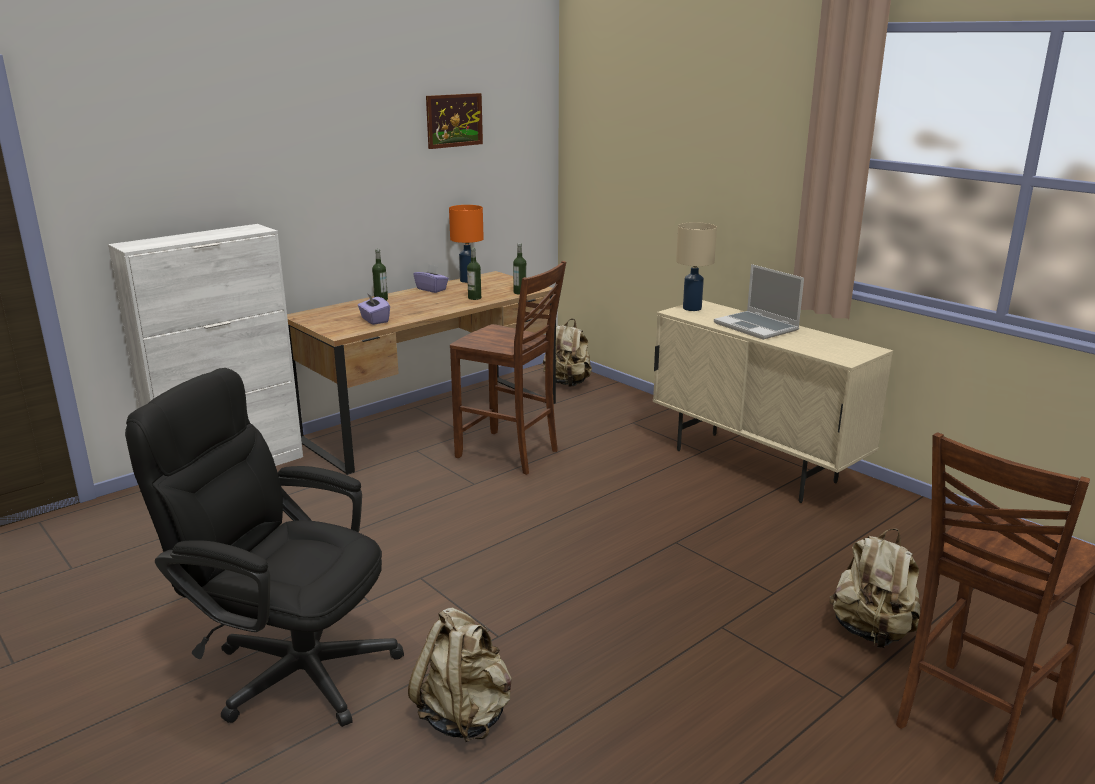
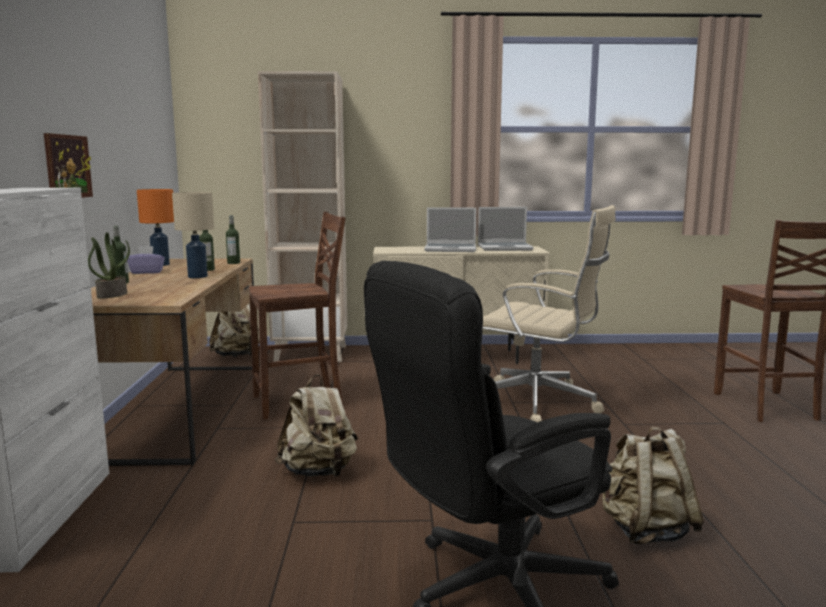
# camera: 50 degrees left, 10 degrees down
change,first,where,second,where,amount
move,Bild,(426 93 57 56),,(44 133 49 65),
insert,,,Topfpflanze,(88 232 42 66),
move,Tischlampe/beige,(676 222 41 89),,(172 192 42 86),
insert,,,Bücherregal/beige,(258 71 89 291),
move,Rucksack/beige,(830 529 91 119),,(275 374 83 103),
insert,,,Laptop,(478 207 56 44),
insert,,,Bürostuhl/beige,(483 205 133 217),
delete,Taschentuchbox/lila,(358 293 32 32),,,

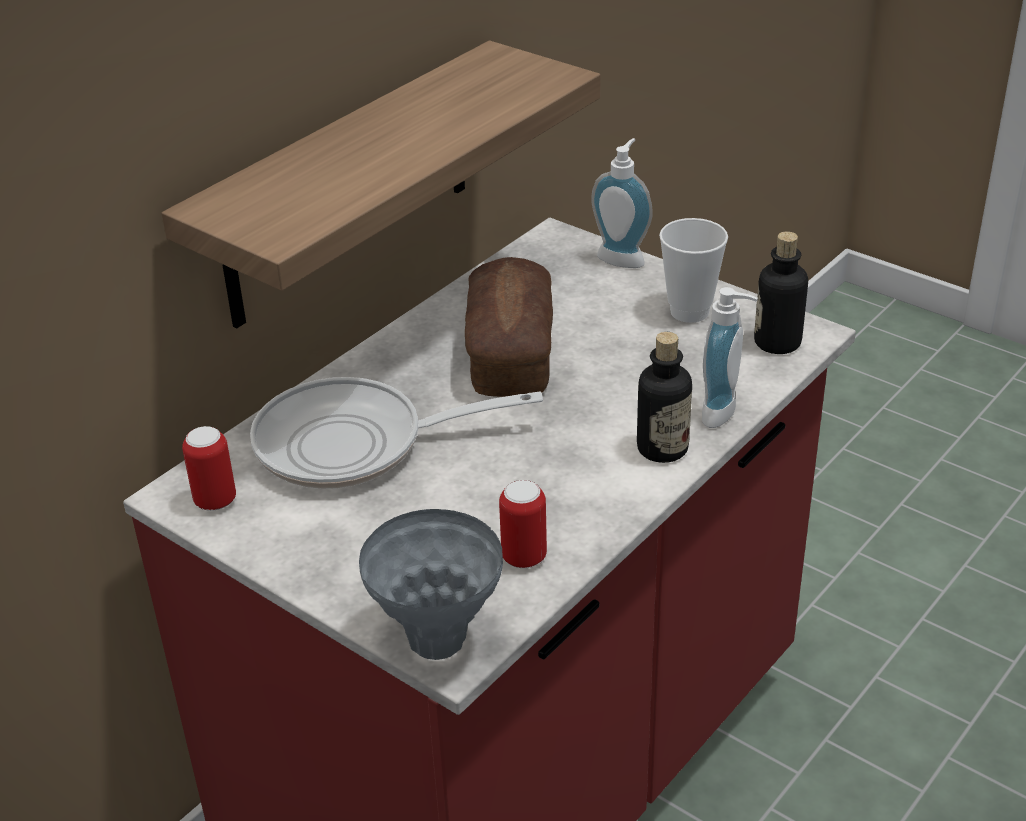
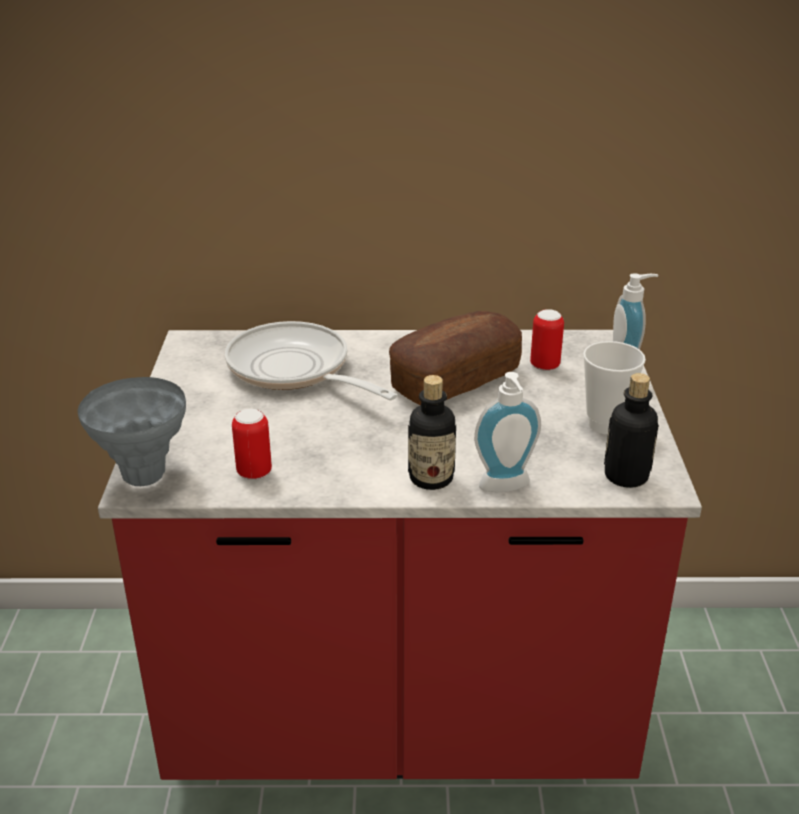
# camera: 50 degrees right, 5 degrees down
change,first,where,second,where,amount
move,Dose,(182 426 54 85),,(530 309 34 62),
delete,Wandregal,(162 41 439 288),,,

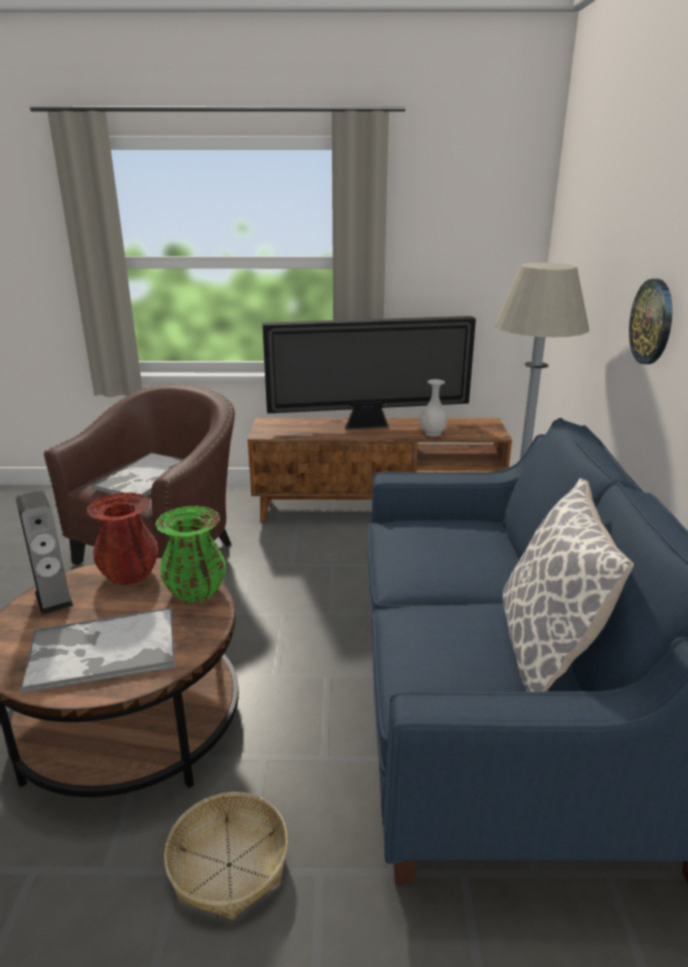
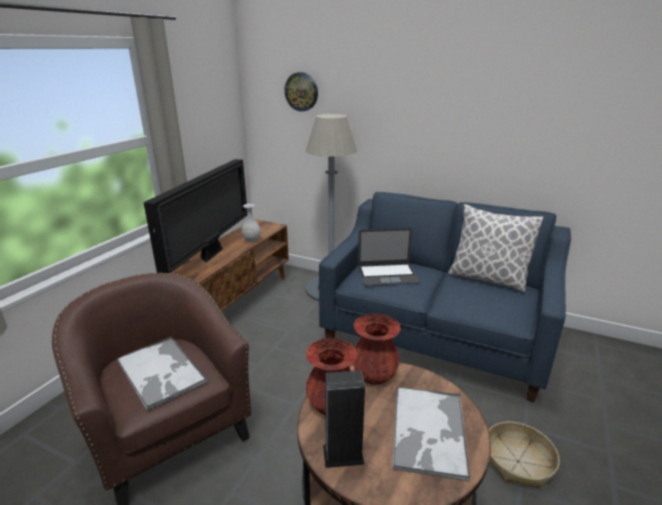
# camera: 65 degrees left, 0 degrees up
change,first,where,second,where,amount
move,Wanduhr,(629 279 43 85),,(284 72 34 40),
recolor,Vase/grün,(155 506 71 97),Vase/rot,(353 313 48 72),
insert,,,Laptop,(358 228 62 58),

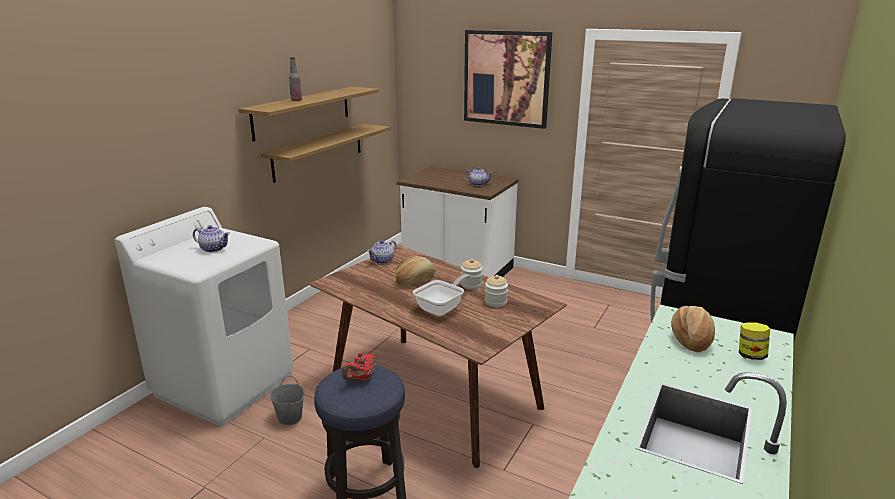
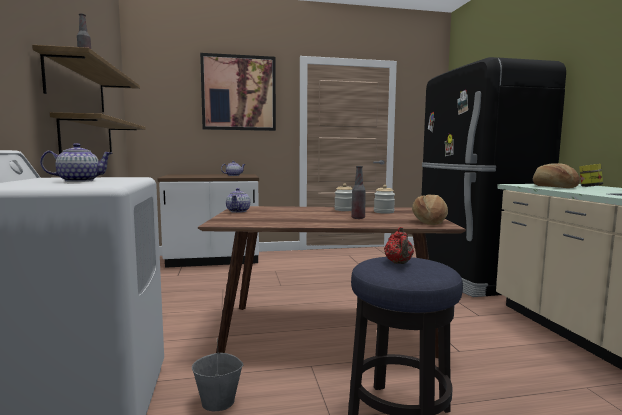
# camera: 40 degrees left, 15 degrees down
change,first,where,second,where,amount
replace,Pfanne,(413 274 58 42),Flasche,(351 166 15 53),
move,Brot,(396 256 39 30),,(412 195 36 30),

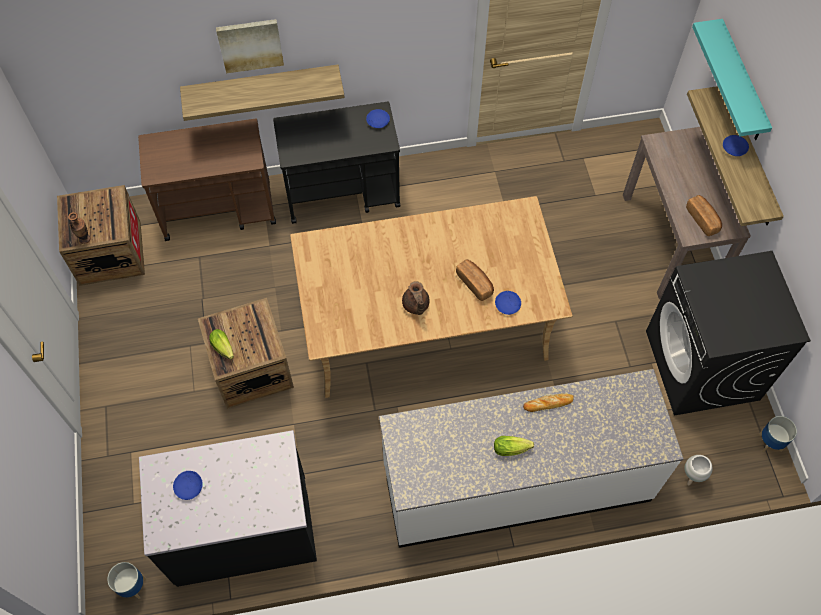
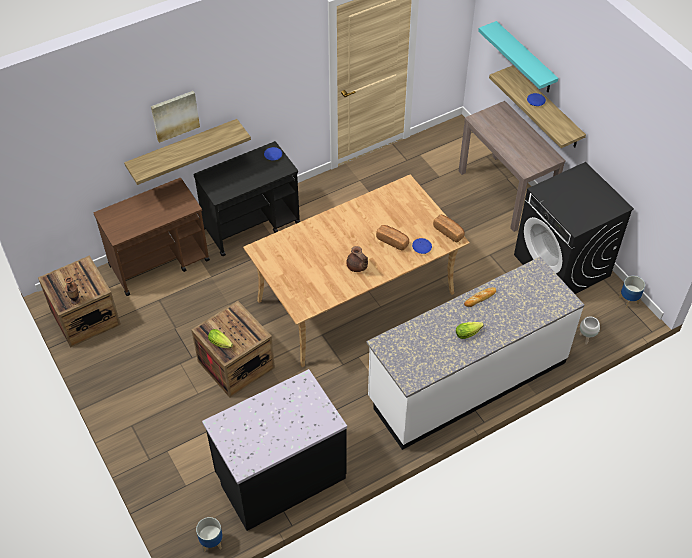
# camera: 20 degrees left, 10 degrees down
change,first,where,second,where,amount
move,Brot,(686 195 36 41),,(433 215 32 27),
delete,Teller/blau,(173 471 30 29),,,

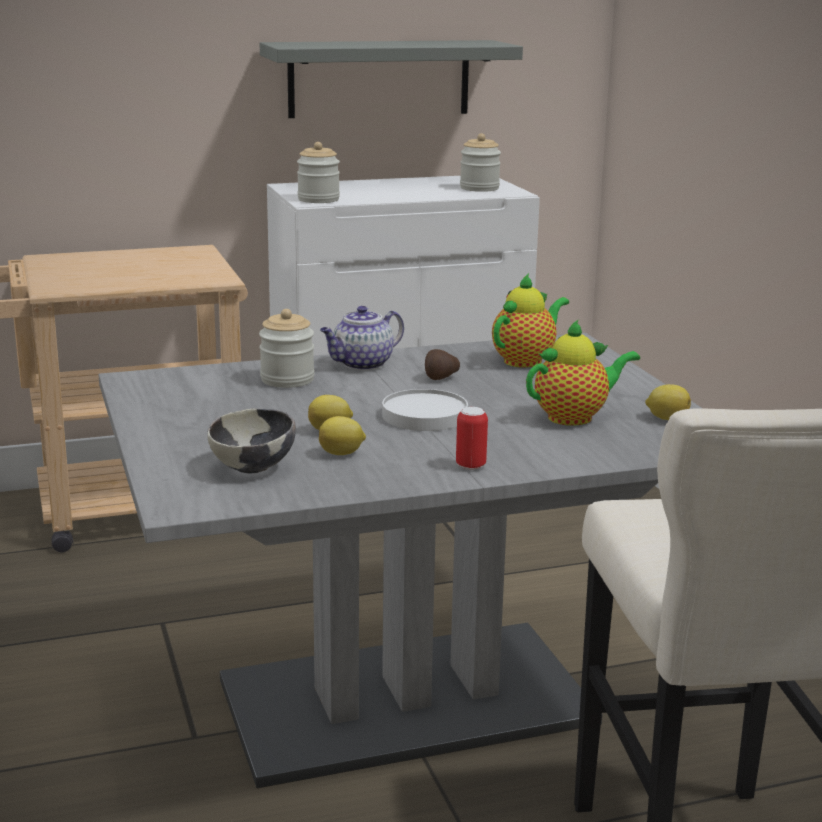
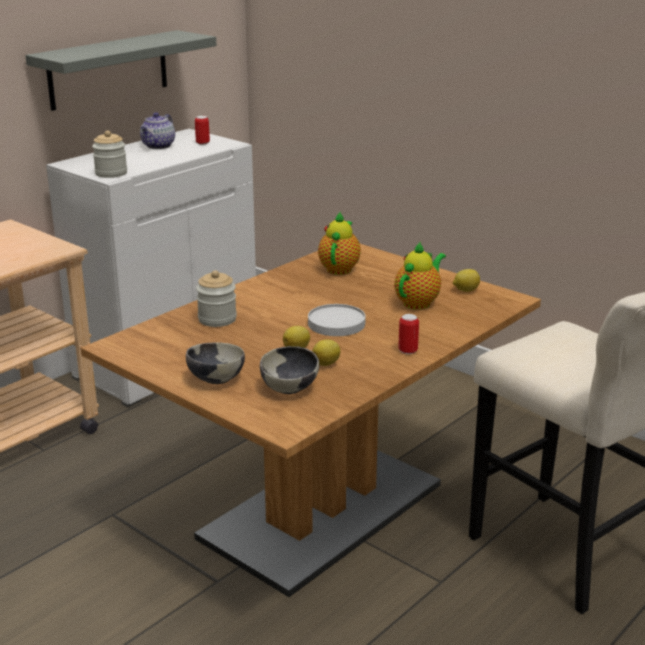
# camera: 30 degrees left, 5 degrees up
change,first,where,second,where,amount
recolor,Esstisch/grau,(99 333 602 455),Esstisch/braun,(81 244 460 353),
move,Teekanne,(320 306 84 64),,(140 113 35 36),
insert,,,Schüssel,(186 342 59 42),
replace,Vorratsglas,(460 133 41 59),Dose,(195 116 15 29),
delete,Kartoffel,(425 349 35 31),,,

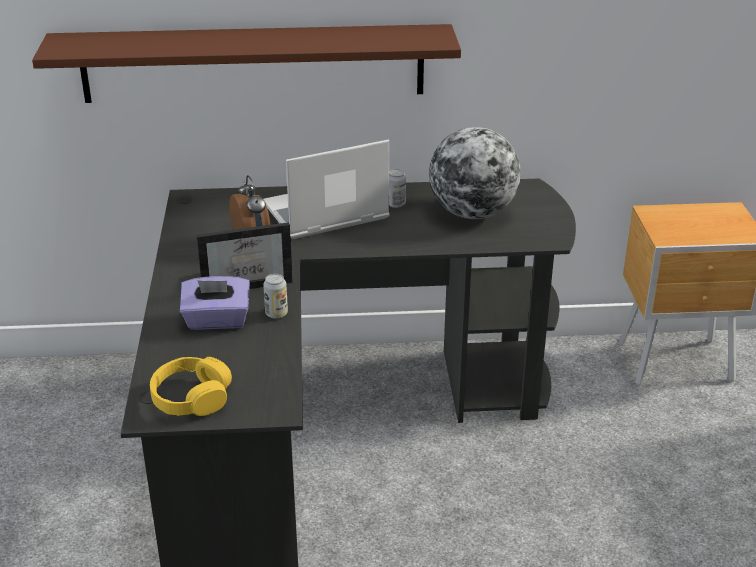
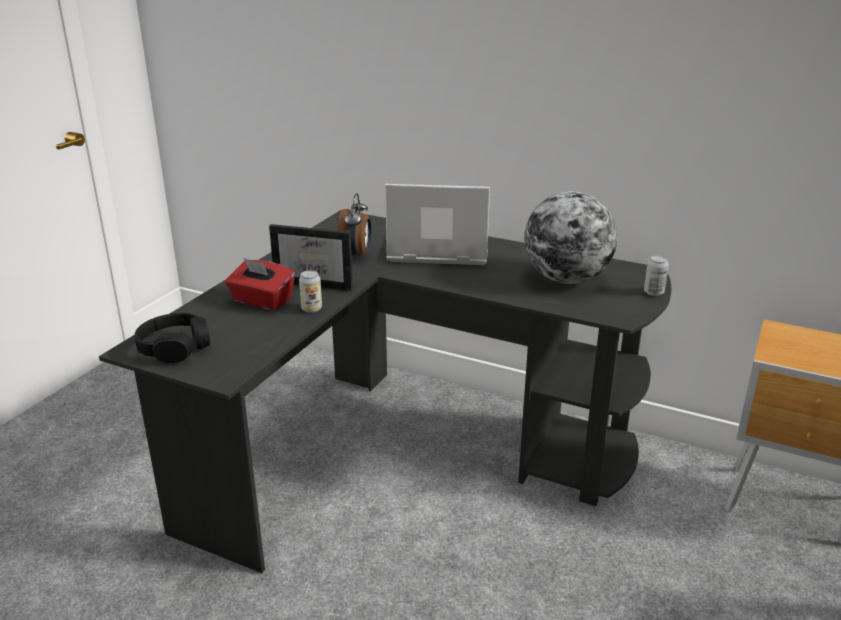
# camera: 30 degrees right, 5 degrees down
change,first,where,second,where,amount
recolor,Kopfhörer/gelb,(150 357 82 59),Kopfhörer/schwarz,(135 313 75 50),
recolor,Taschentuchbox/lila,(180 276 70 54),Taschentuchbox/rot,(225 258 70 53),
move,Dose,(389 169 17 39),,(644 255 25 41),
delete,Wandregal/braun,(32 24 429 79),,,

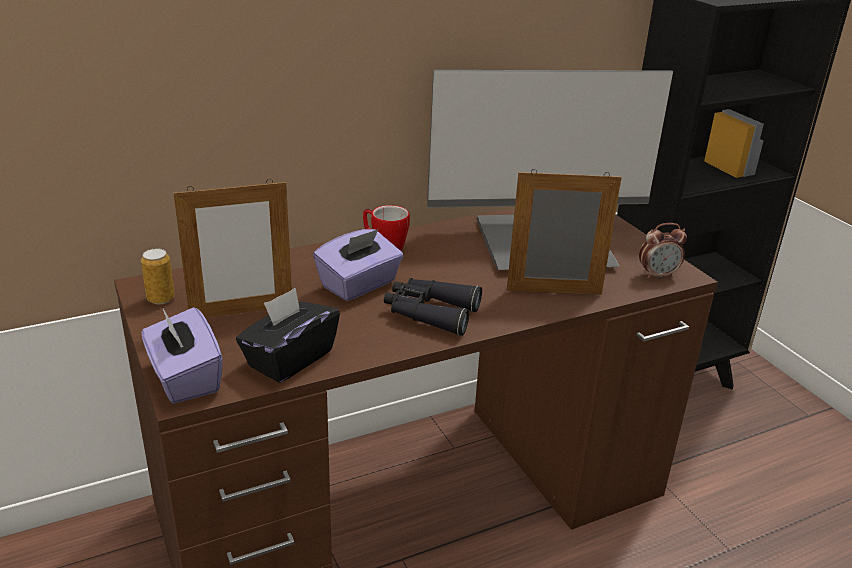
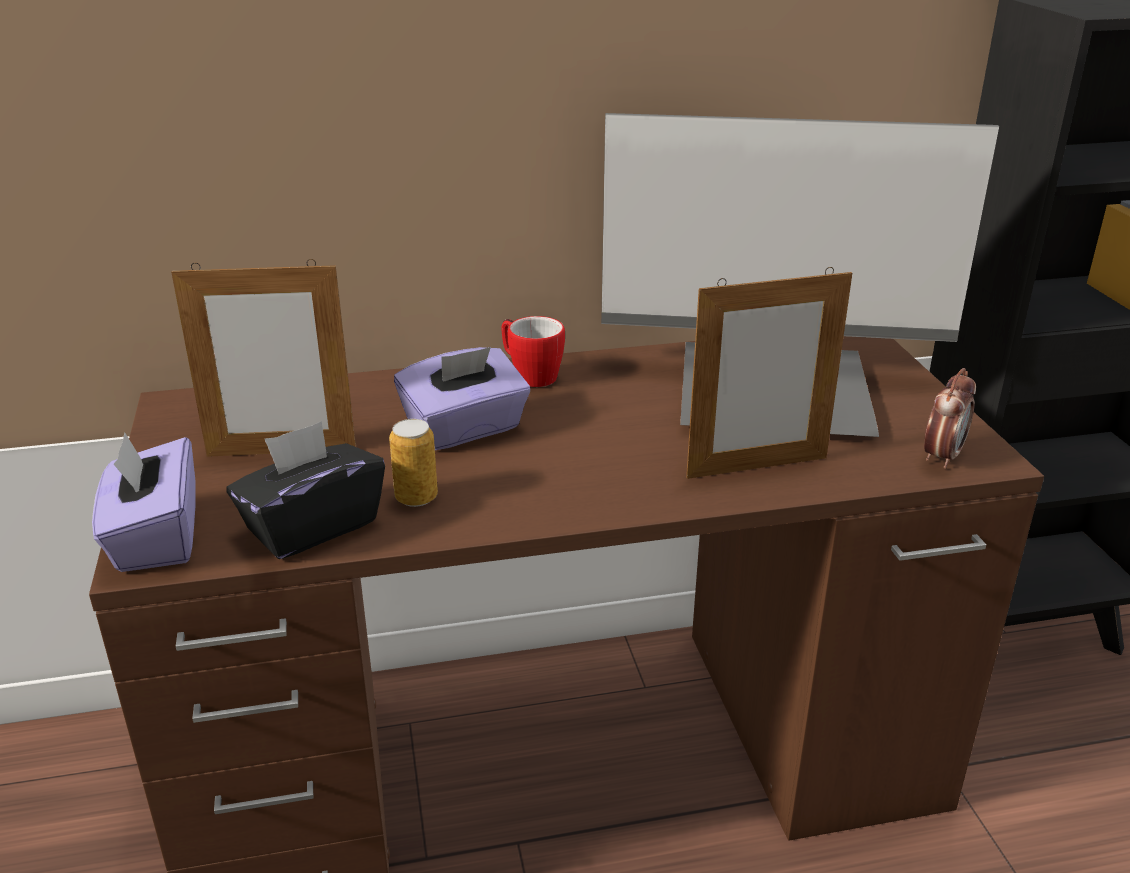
# camera: 15 degrees right, 0 degrees up
change,first,where,second,where,amount
move,Dose,(141 248 34 56),,(389 419 49 88),
rotate,Bilderrahmen,(507 169 115 126),,(686 267 166 212),150 degrees clockwise
rotate,Wecker,(639 223 48 56),,(924 368 52 101),60 degrees counterclockwise
delete,Fernglas/schwarz,(384 278 98 58),,,

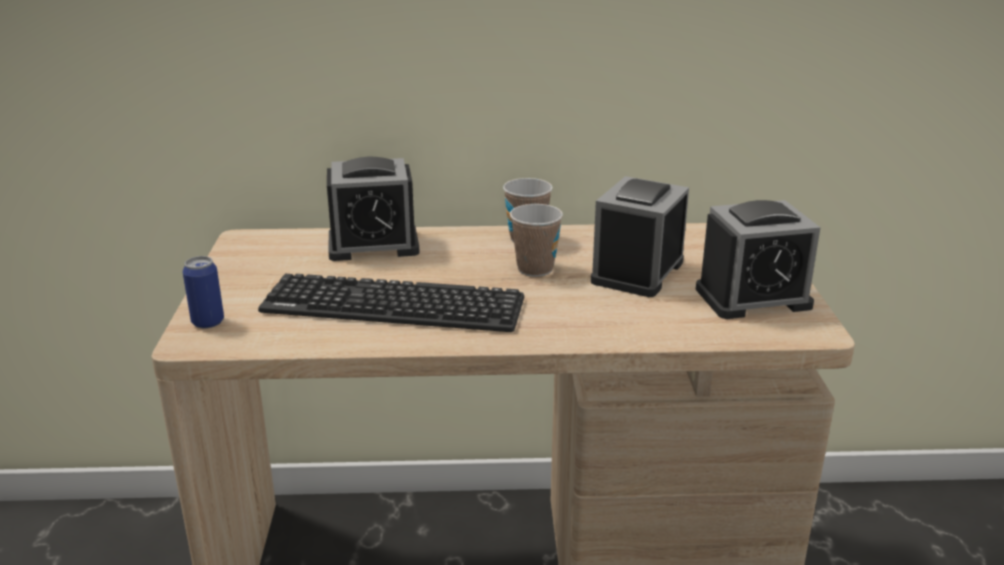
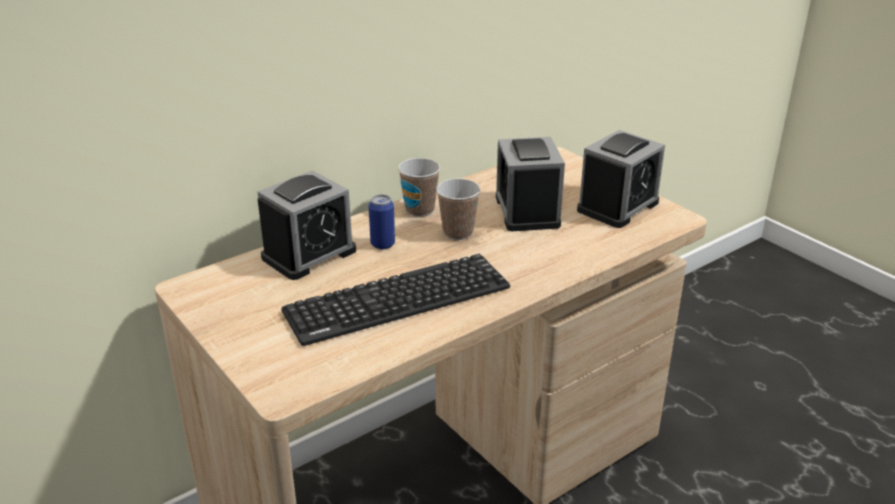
# camera: 35 degrees left, 5 degrees up
change,first,where,second,where,amount
move,Dose,(183 256 41 73),,(369 194 26 55),

